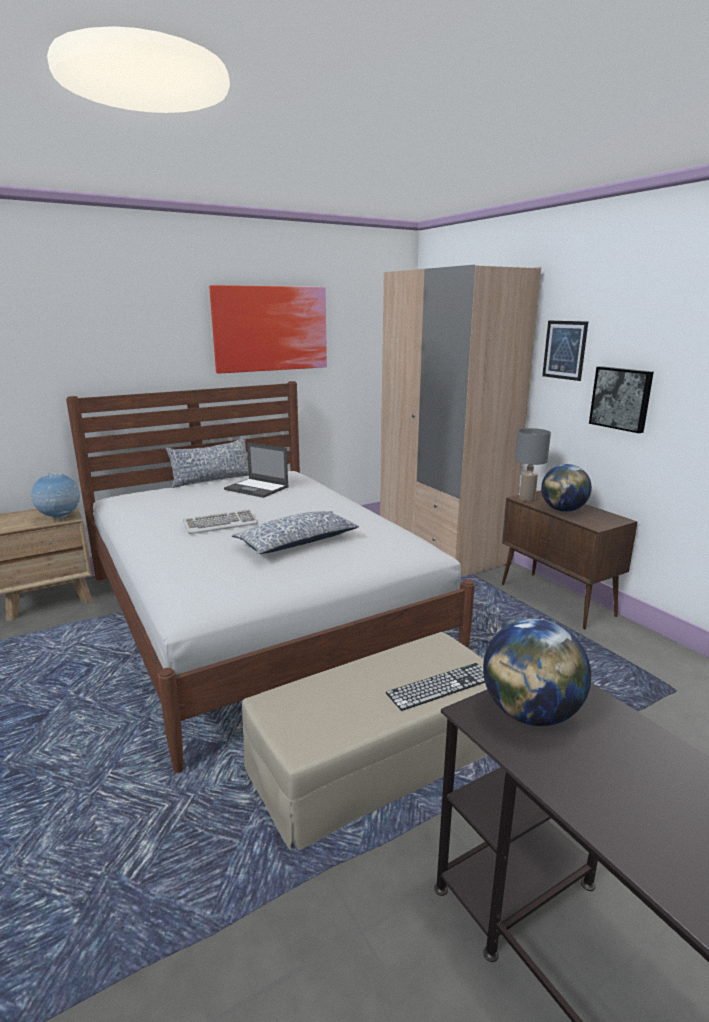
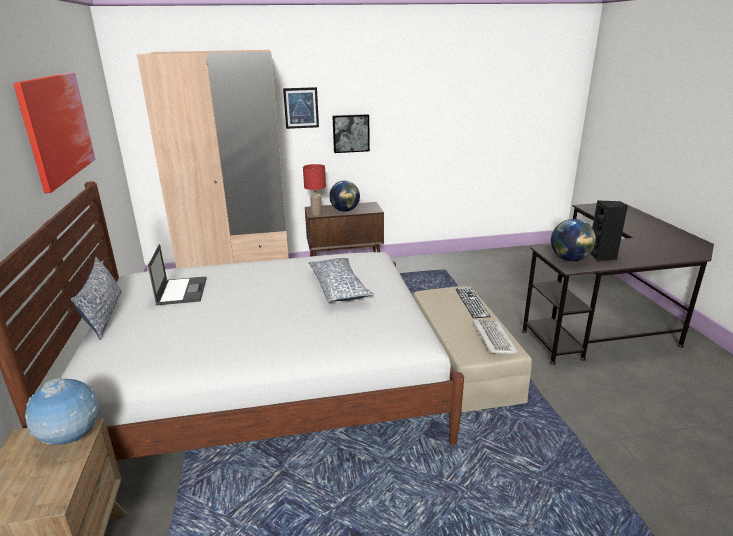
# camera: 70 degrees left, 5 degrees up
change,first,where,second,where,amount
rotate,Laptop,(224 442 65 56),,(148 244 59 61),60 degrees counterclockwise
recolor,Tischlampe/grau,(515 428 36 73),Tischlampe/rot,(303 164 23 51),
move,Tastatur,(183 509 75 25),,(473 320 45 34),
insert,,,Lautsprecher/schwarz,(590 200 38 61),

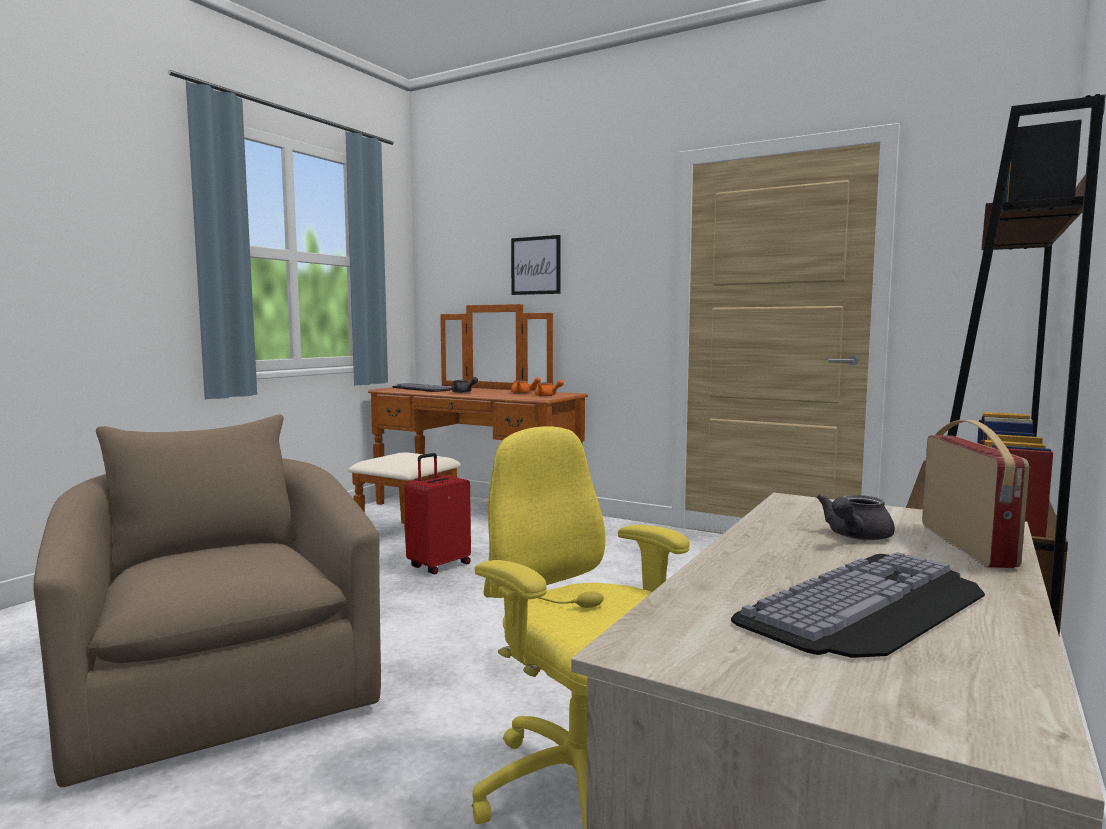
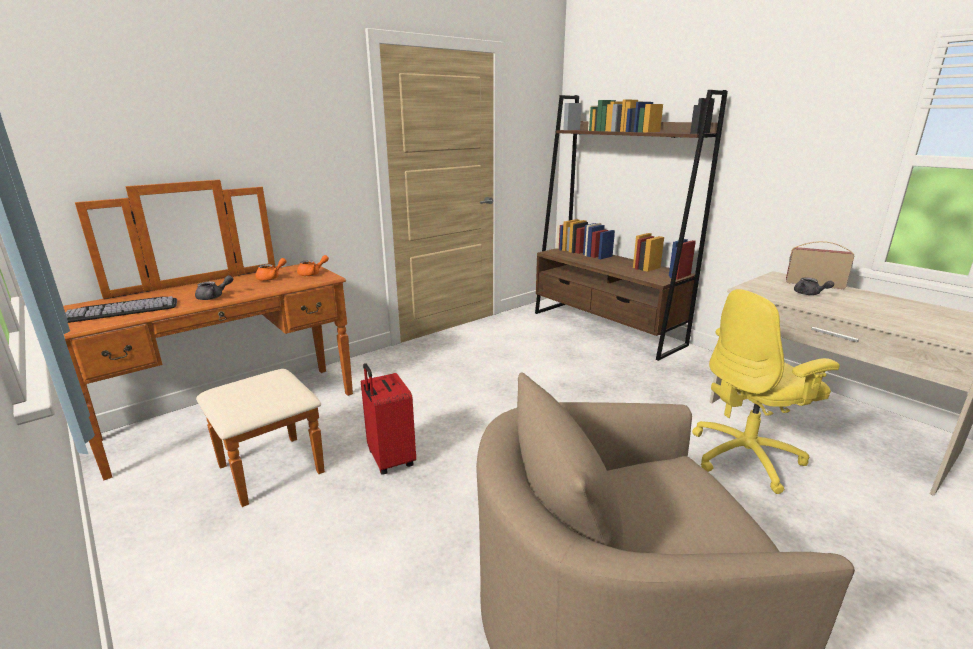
# camera: 70 degrees left, 15 degrees up
change,first,where,second,where,amount
delete,Bild,(511 235 50 60),,,
delete,Tastatur,(731 552 254 106),,,

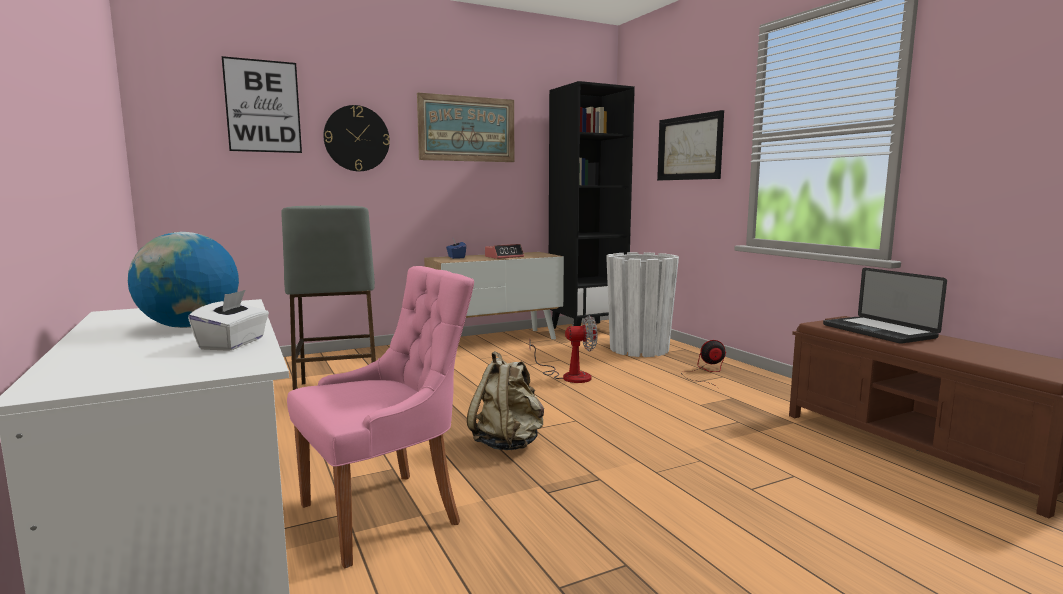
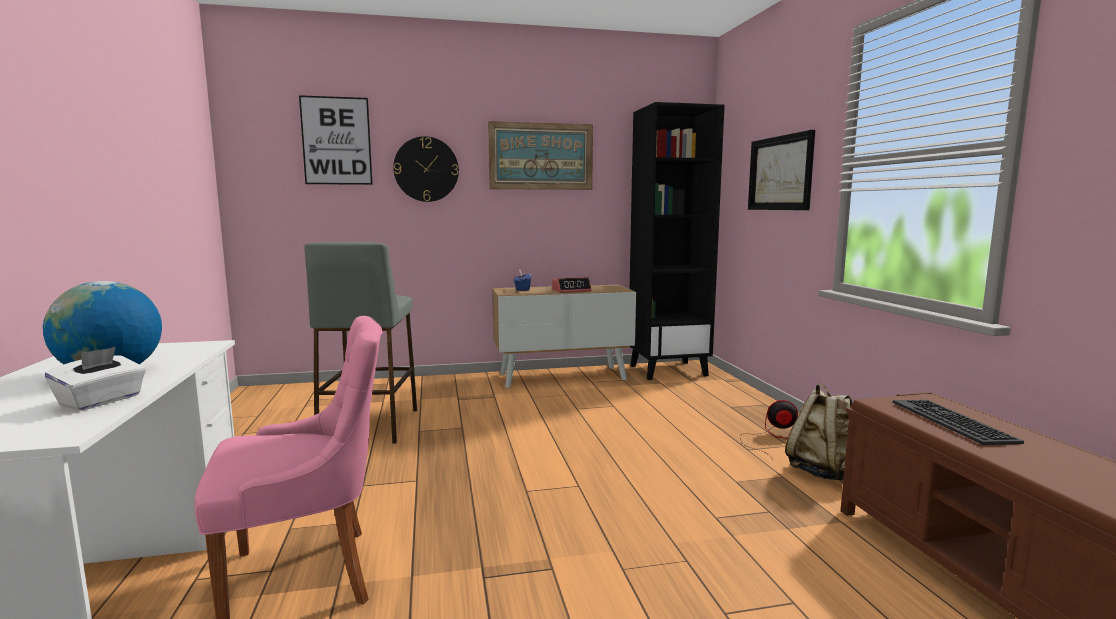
# camera: 15 degrees right, 0 degrees up
change,first,where,second,where,amount
move,Rucksack/beige,(467 351 77 99),,(785 383 68 97),
replace,Laptop,(823 268 124 76),Tastatur,(892 400 132 45),
delete,Ventilator,(529 316 69 67),,,
delete,Pflanzkübel/weiß,(606 252 73 105),,,

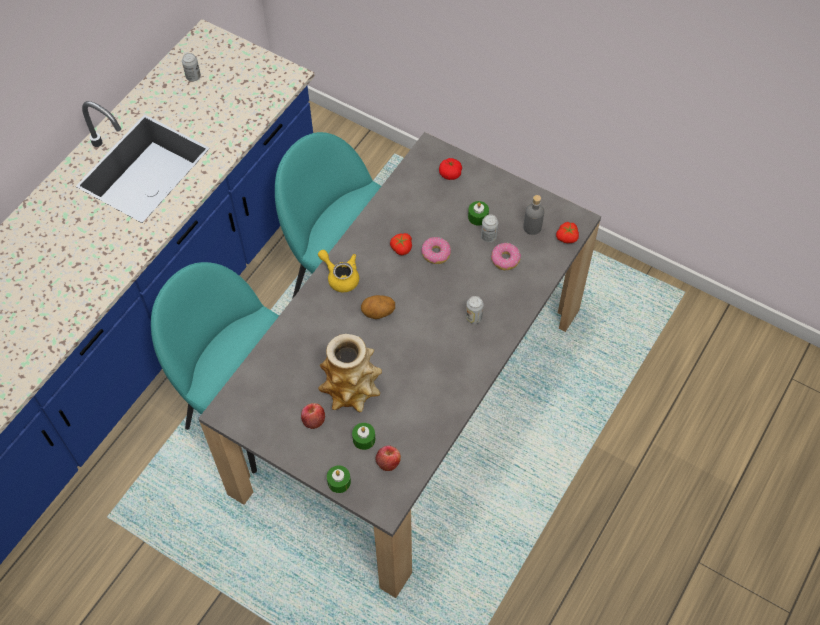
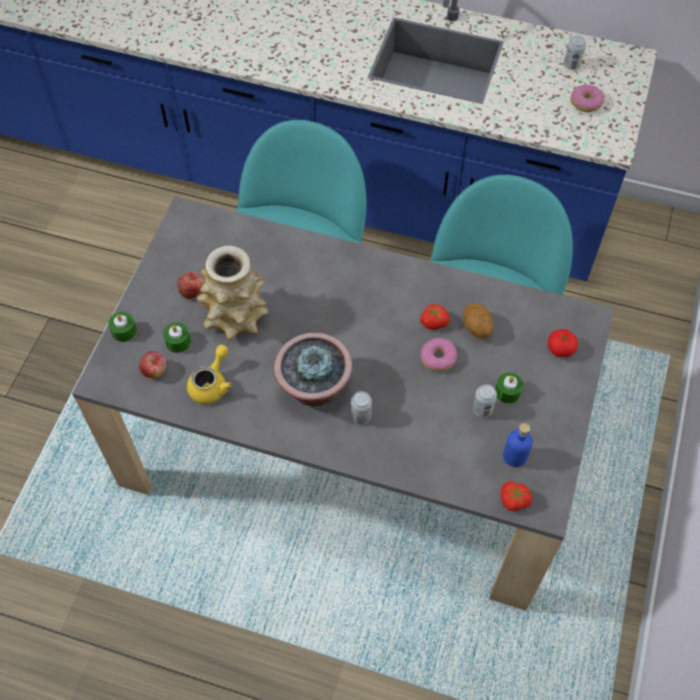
# camera: 75 degrees right, 0 degrees up
change,first,where,second,where,amount
move,Teekanne/gelb,(318 250 41 42),,(187 345 45 59),
insert,,,Topfpflanze,(274 333 78 74),
move,Kartoffel,(361 295 34 24),,(463 303 31 36),
recolor,Flasche/grau,(523 195 21 40),Flasche/blau,(503 423 30 44),
move,Donut,(491 243 30 27),,(571 85 34 27),

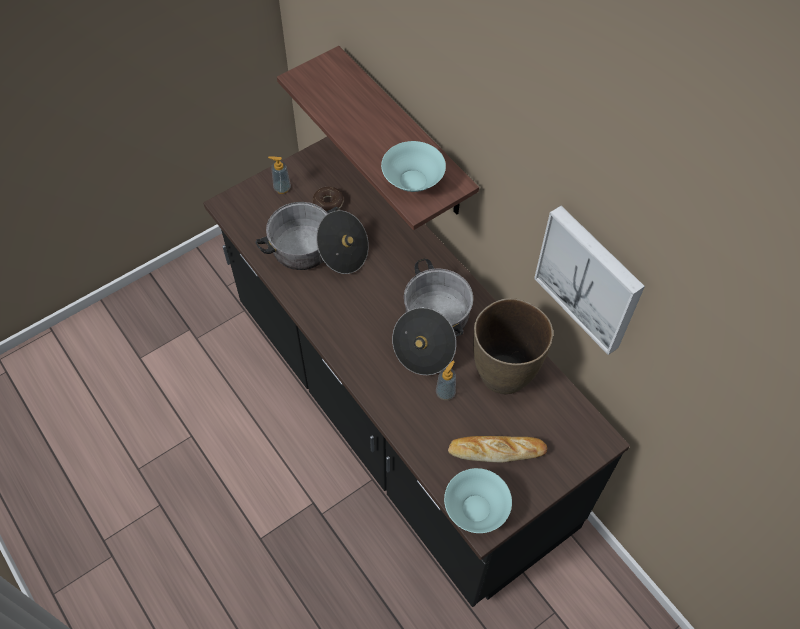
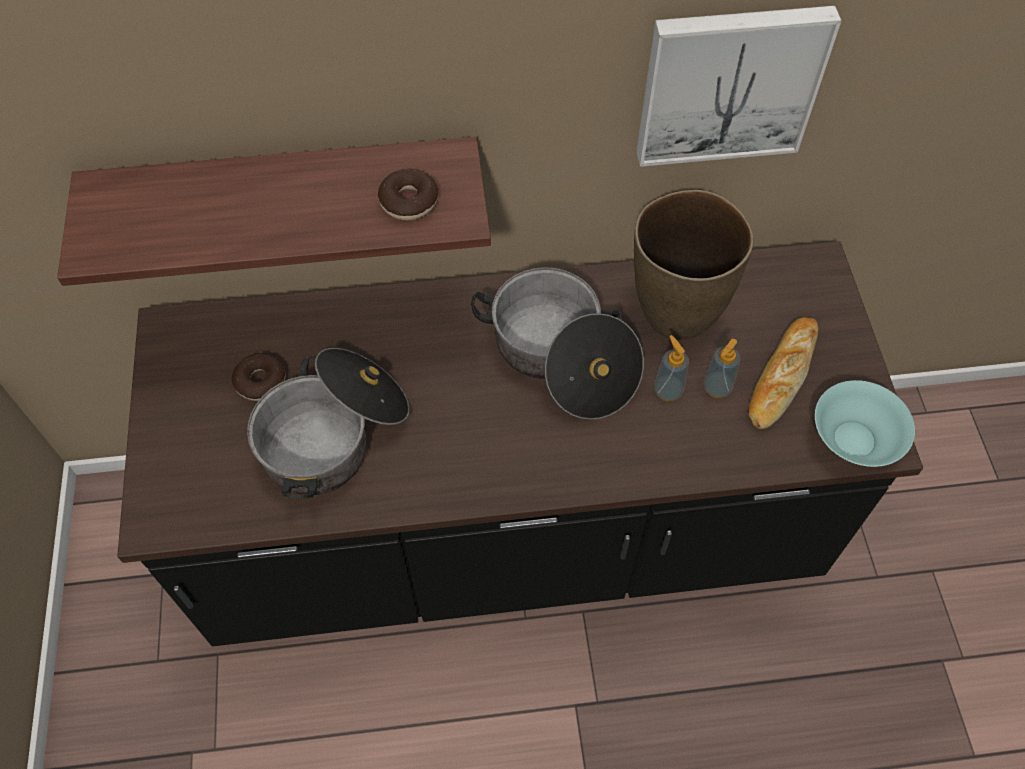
# camera: 60 degrees left, 0 degrees up
change,first,where,second,where,amount
replace,Schüssel/türkis,(381 141 65 51),Donut,(378 169 60 51),
move,Seifenspender,(268 156 23 38),,(703 339 37 59),

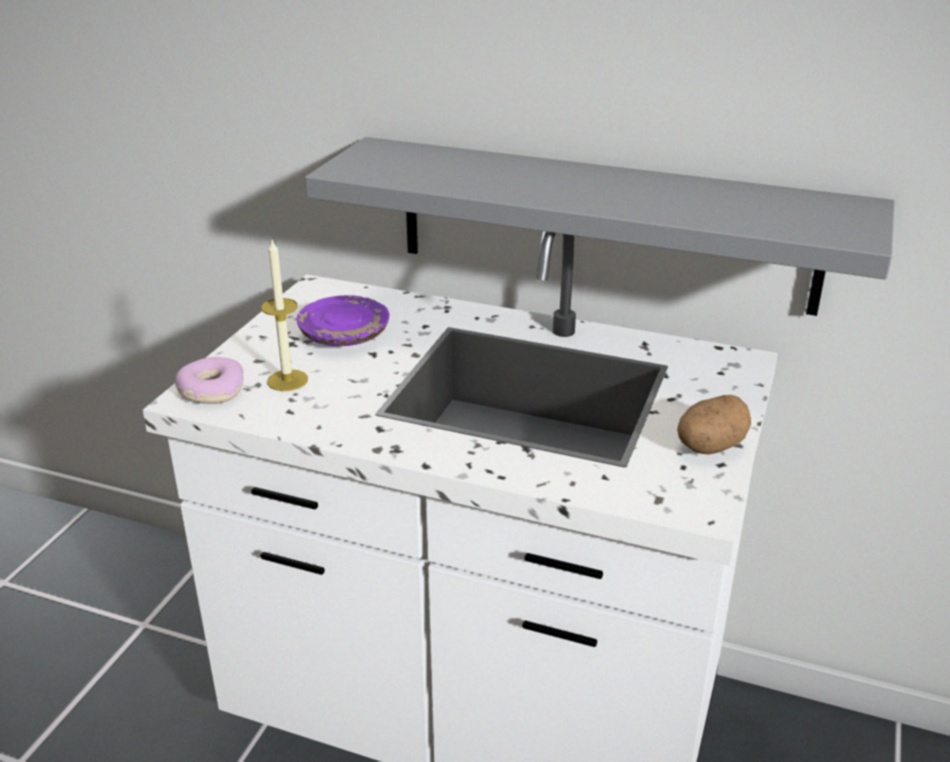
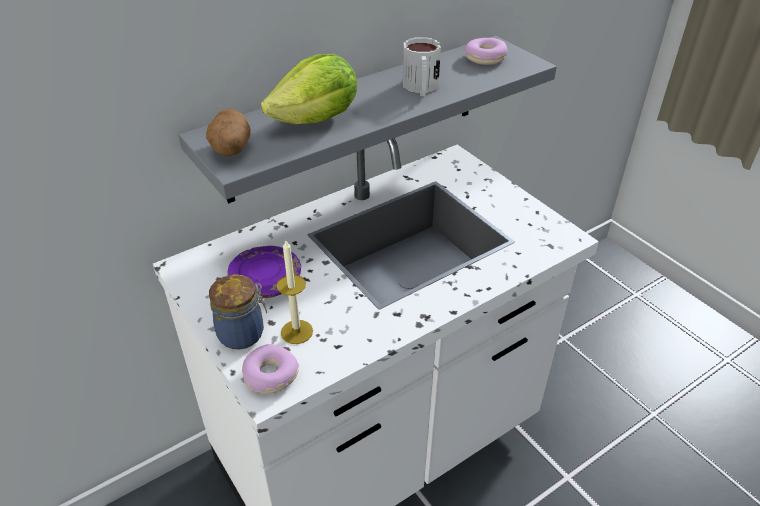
# camera: 55 degrees left, 10 degrees up
change,first,where,second,where,amount
move,Kartoffel,(677 395 74 59),,(206 109 45 47),
insert,,,Vorratsglas,(209 274 58 76),
insert,,,Salatkopf,(261 54 96 70),
insert,,,Henkelbecher,(403 37 38 59),
insert,,,Donut,(465 38 43 27),

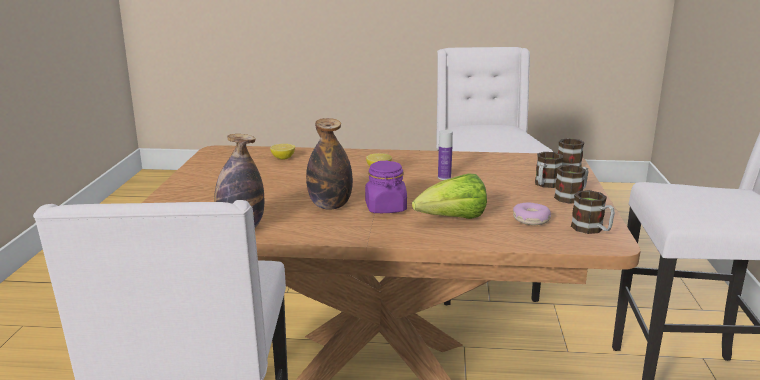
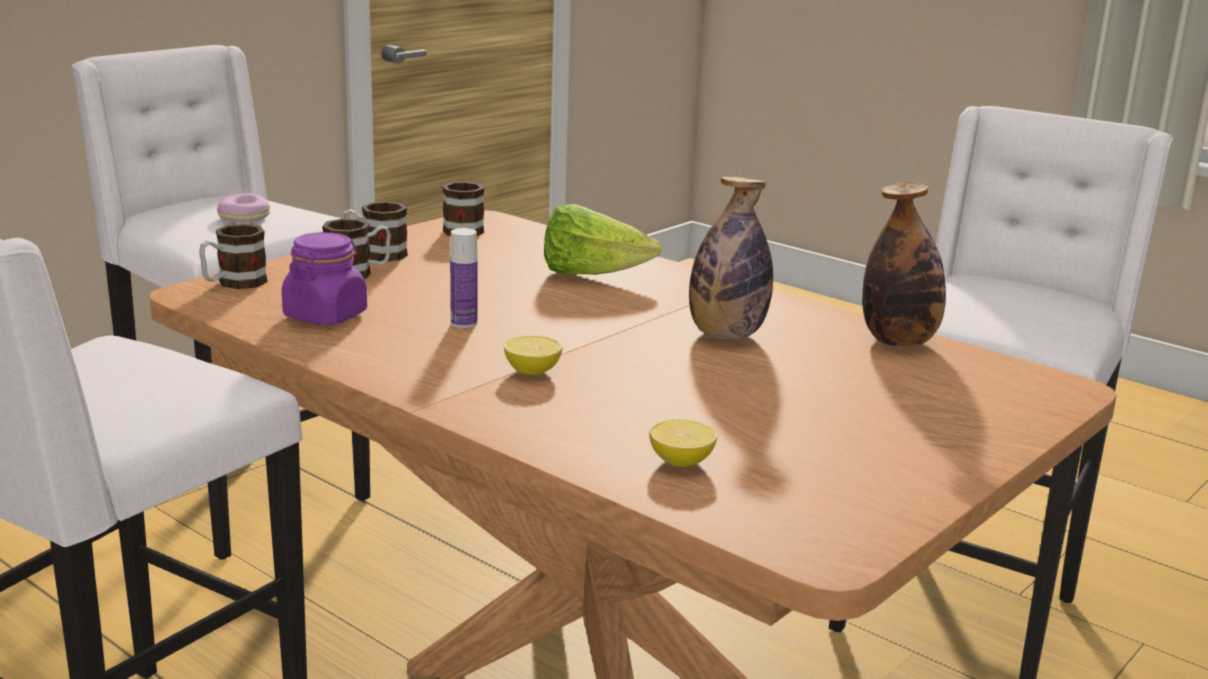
# camera: 145 degrees left, 0 degrees up
change,first,where,second,where,amount
move,Donut,(513 203 38 22),,(217 193 53 29),
move,Vorratsglas/lila,(365 161 42 52),,(282 232 85 93),

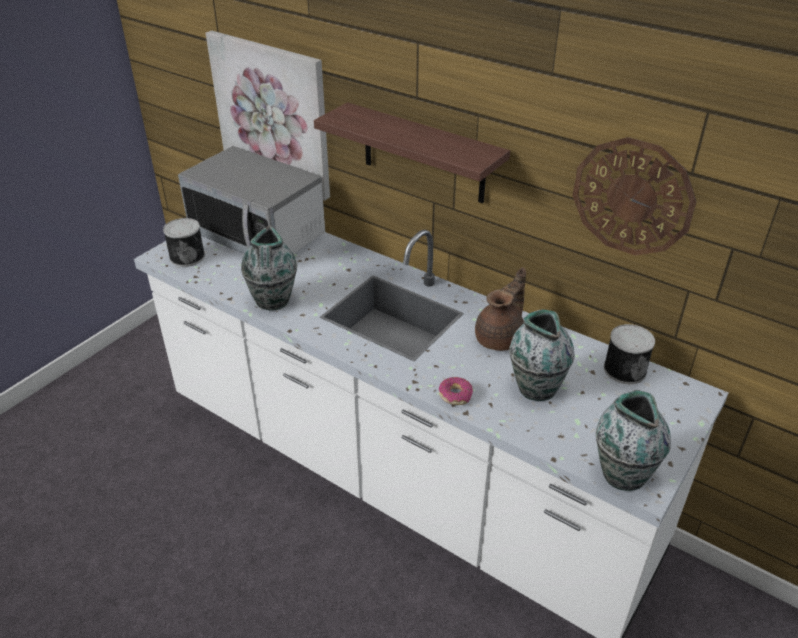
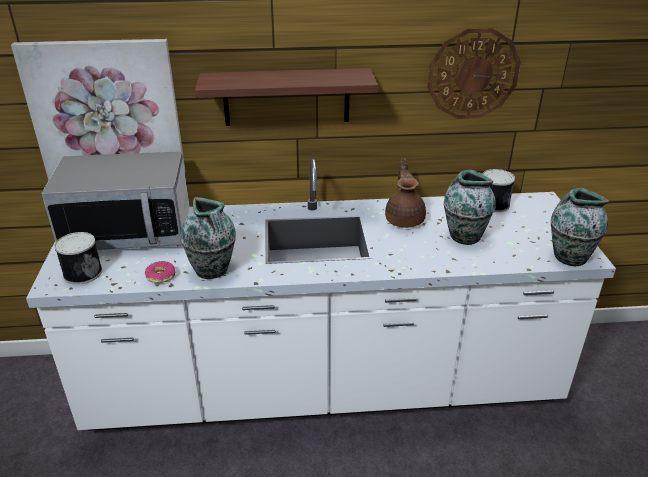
# camera: 40 degrees left, 5 degrees down
change,first,where,second,where,amount
move,Donut,(439 377 34 28),,(145 261 30 22),

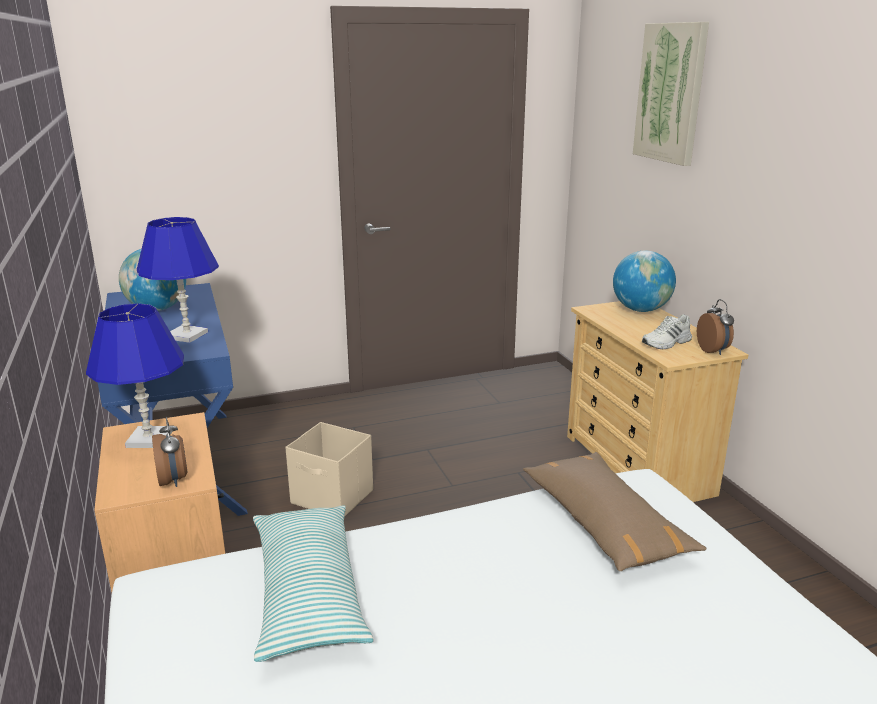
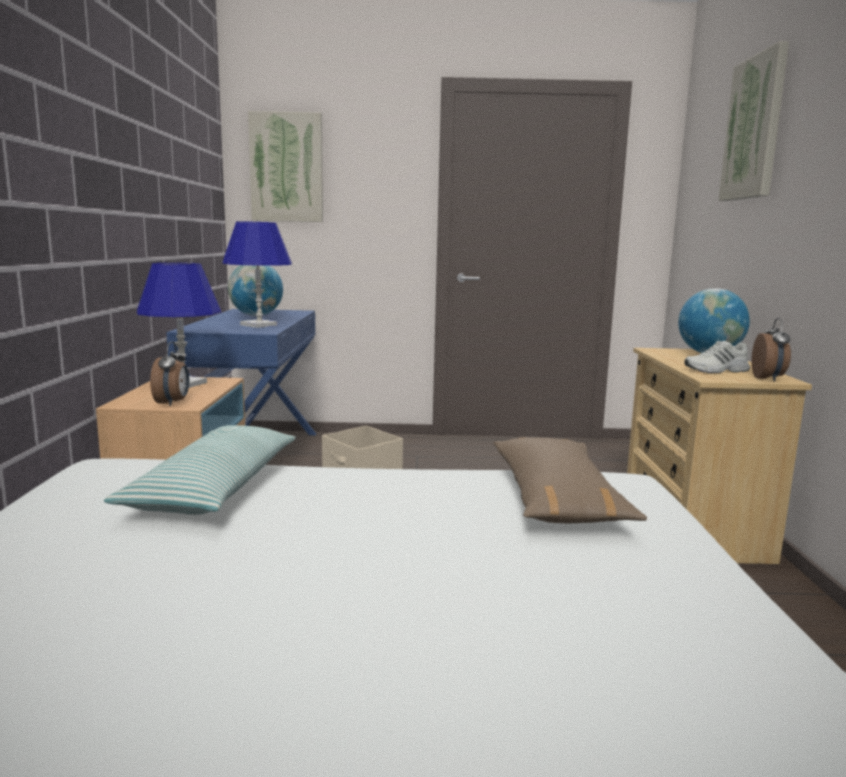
# camera: 20 degrees right, 10 degrees down
change,first,where,second,where,amount
insert,,,Bild,(248 111 75 111),

